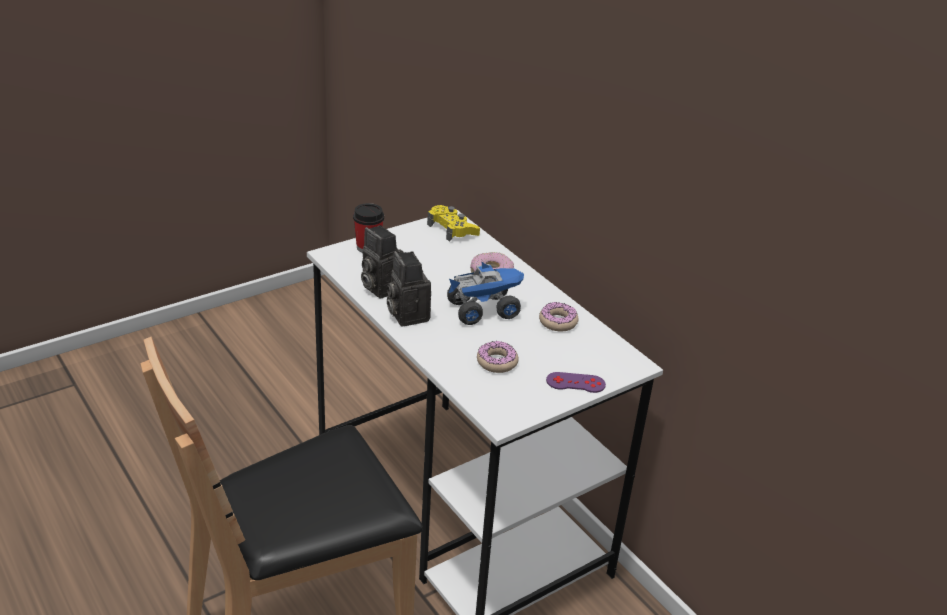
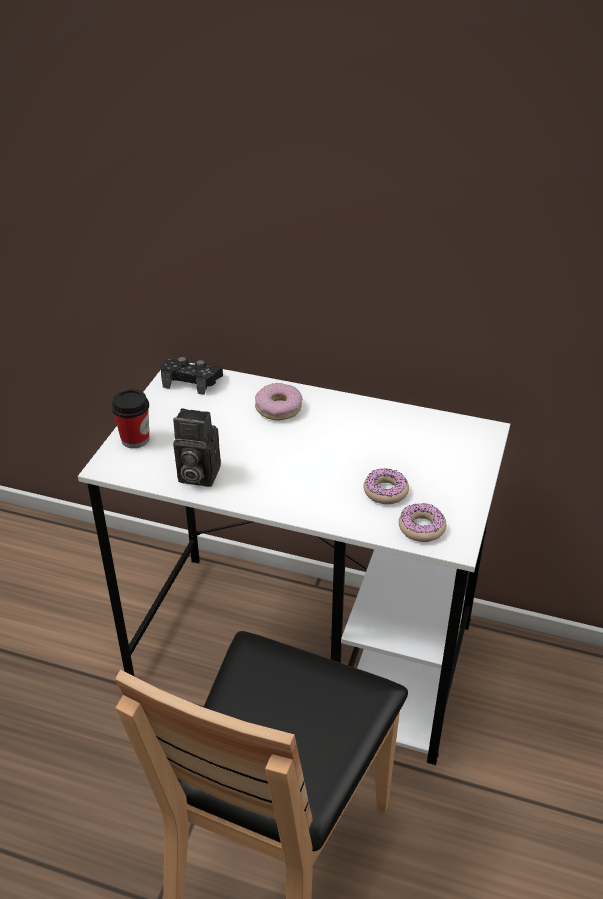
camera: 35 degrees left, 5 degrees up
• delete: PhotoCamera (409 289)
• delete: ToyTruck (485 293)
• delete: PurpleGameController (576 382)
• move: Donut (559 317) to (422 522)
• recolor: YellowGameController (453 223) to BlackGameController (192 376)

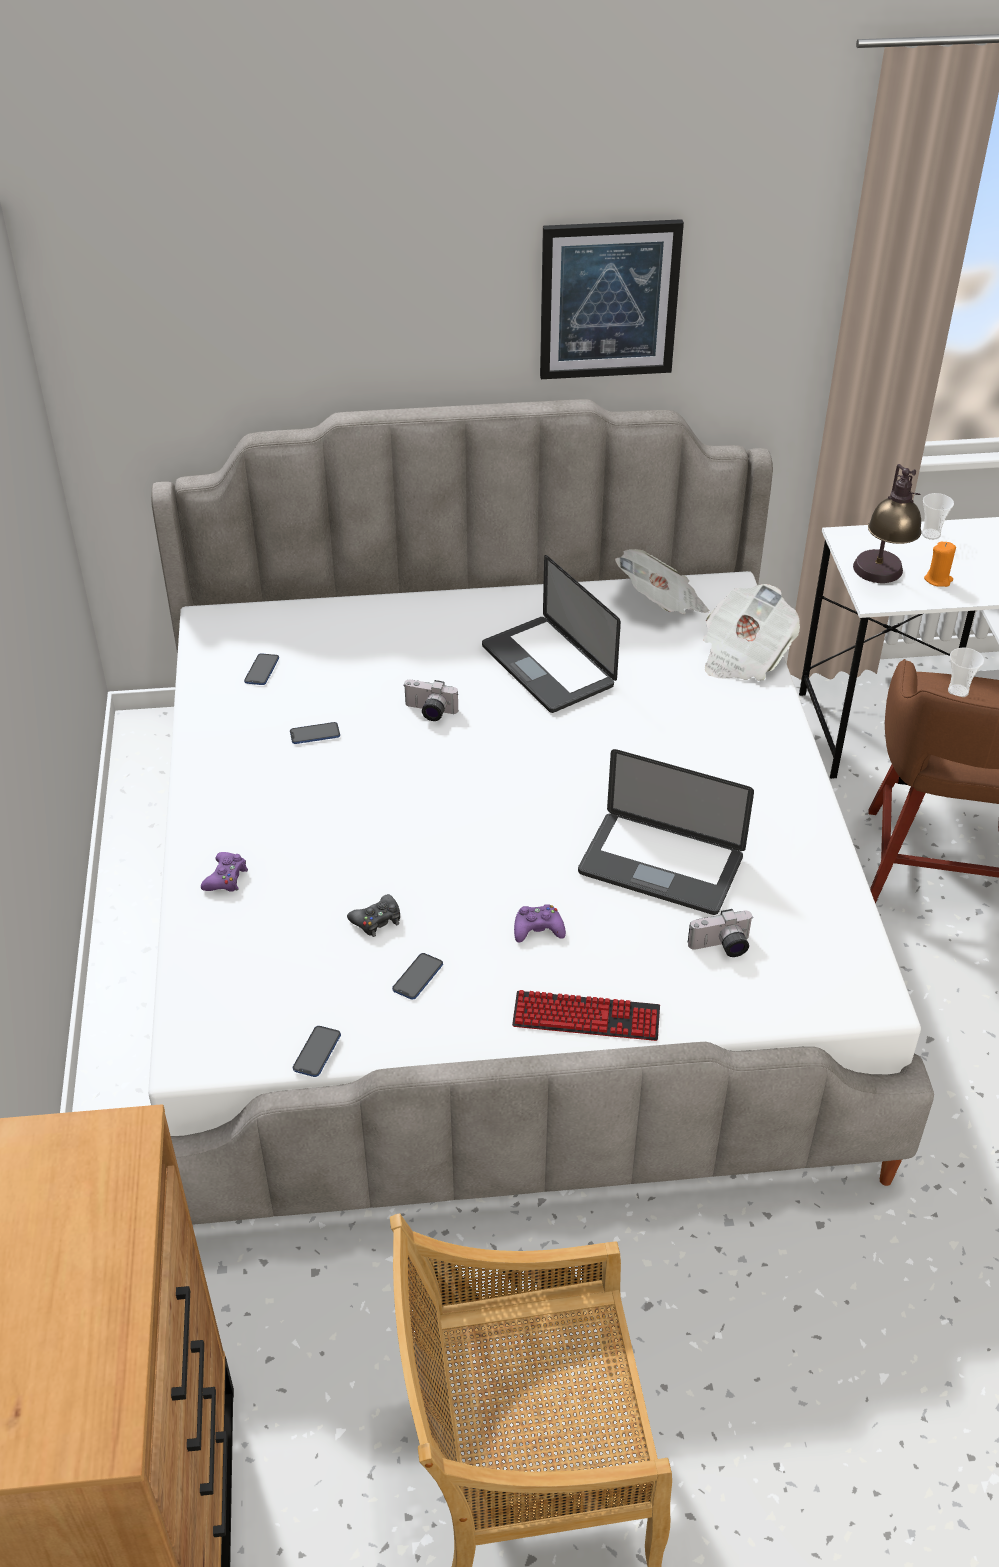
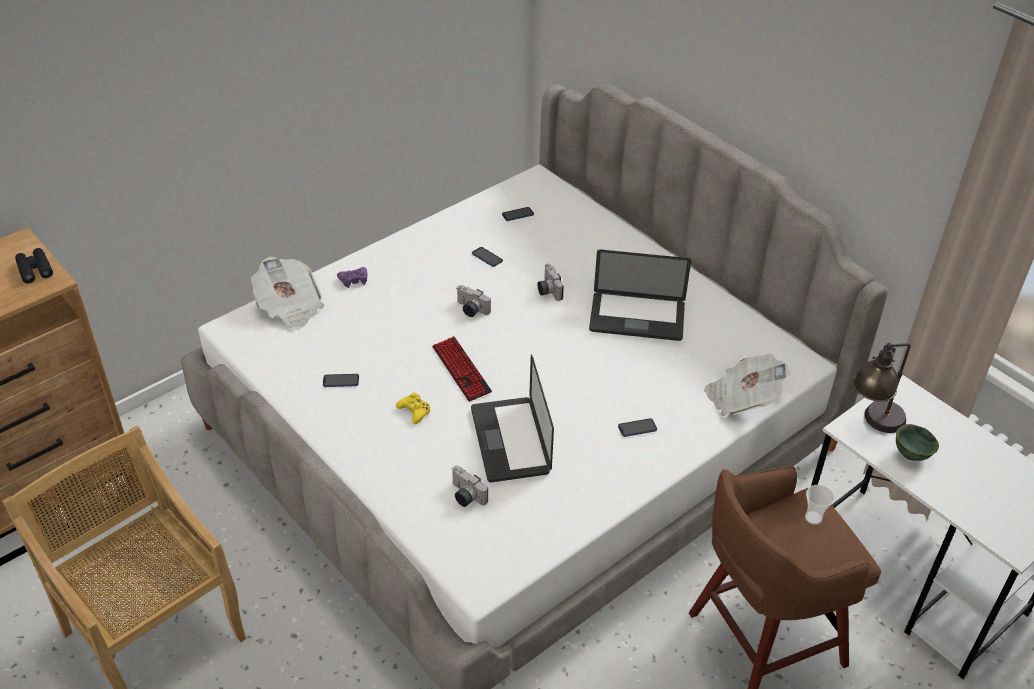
camera: 55 degrees right, 0 degrees up
• delete: BlackGameController (373 915)
• delete: Picture (612 299)
• delete: Cup (938 516)
• insert: BlackBinoculars (34 266)
• insert: PhotoCamera (474 301)
• move: Phone (317 1051) to (637 427)
• move: Keyboard (586 1015) to (462 369)
• move: Newspaper (662 582) to (287 293)
• replace: OrangeCandle (940 564) to GreenBowl (917 442)
• recolor: PurpleGameController (540 923) to YellowGameController (413 408)
• rotate: Laptop (551 634) = (640 295) 105 degrees counterclockwise

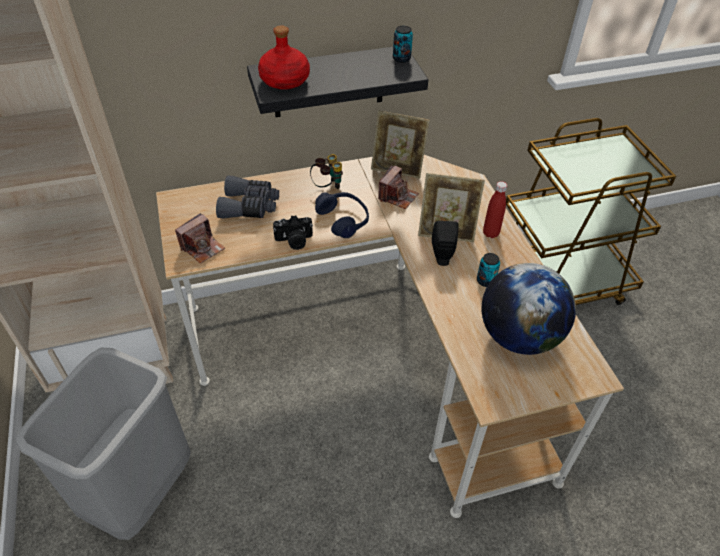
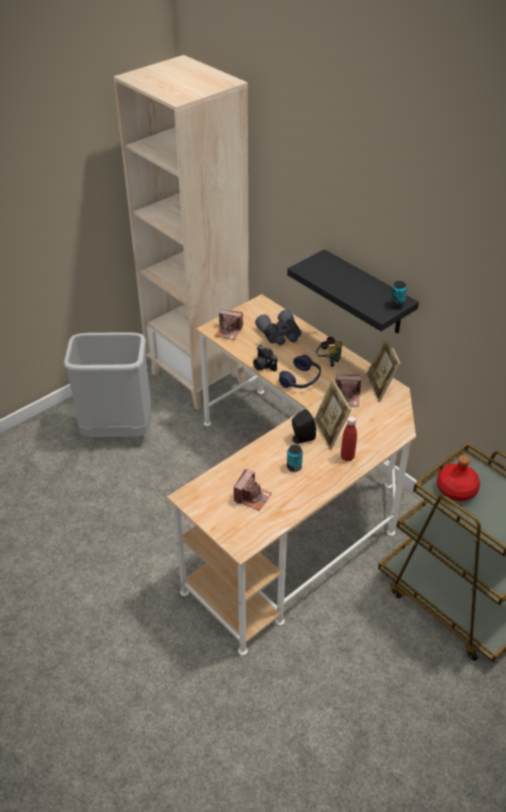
camera: 65 degrees right, 5 degrees down
• move: RedBottle (284 57) to (458 478)
• replace: Globe (529 309) to PhotoCamera (253 489)

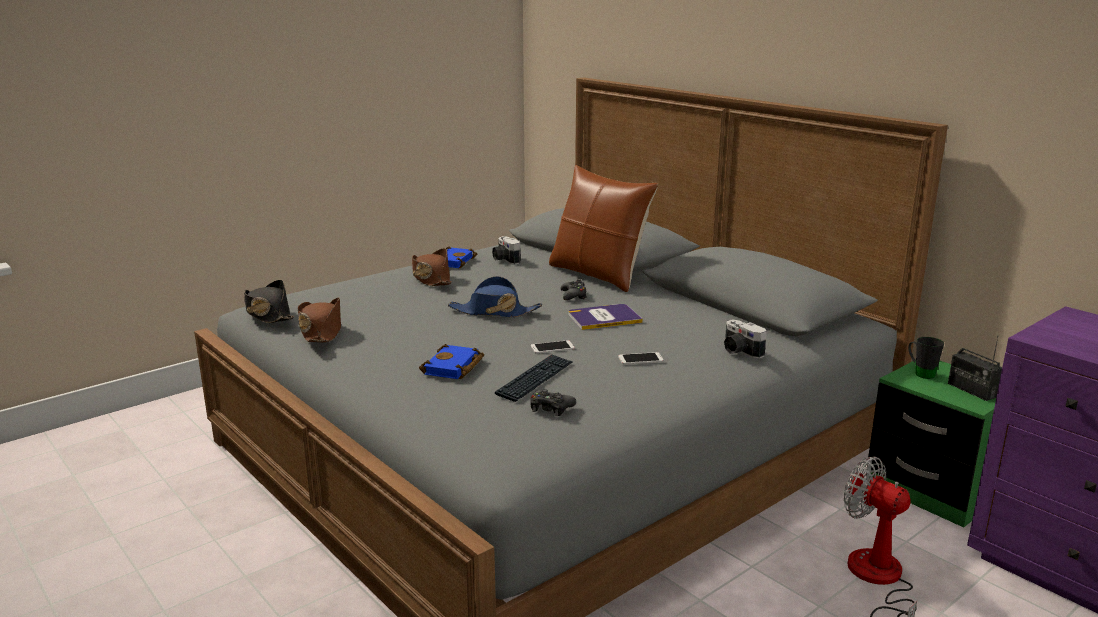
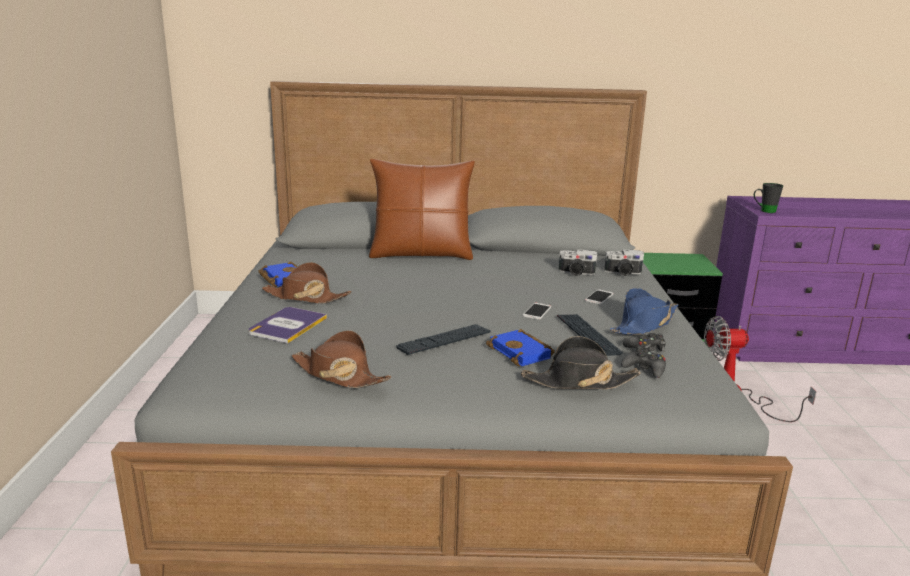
camera: 50 degrees left, 0 degrees up
• delete: Radio (975 369)
• insert: Keyboard (443 339)
• move: BlackHat (269 301) to (581 362)
• move: BlueHat (495 296) to (644 311)
• move: PhotoCamera (506 250) to (578 262)
• move: BlackGameController (574 289) to (643 362)
• move: Book (605 317) to (287 325)
• move: BlackMug (926 358) to (768 198)

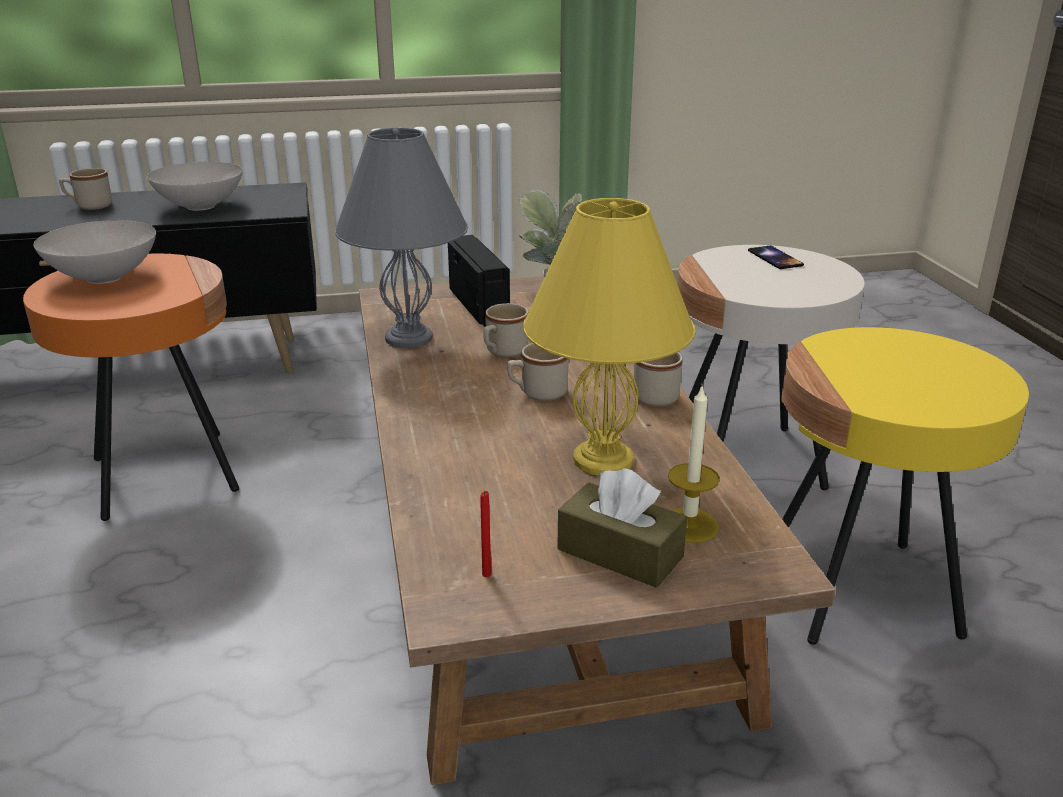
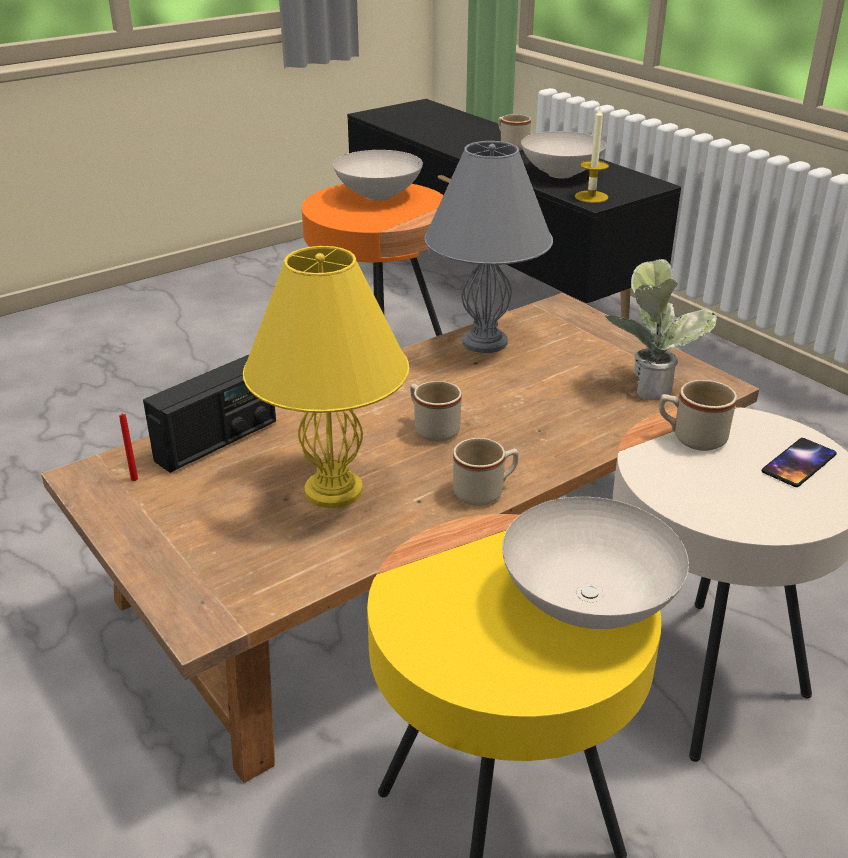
camera: 65 degrees right, 5 degrees up
• delete: BrownTissueBox (622 528)
• insert: WhiteBowl (595 563)
• move: Radio (479 281) to (209 414)
• move: BeigeMug (505 330) to (698 415)
• move: Candle (694 465) to (592 155)

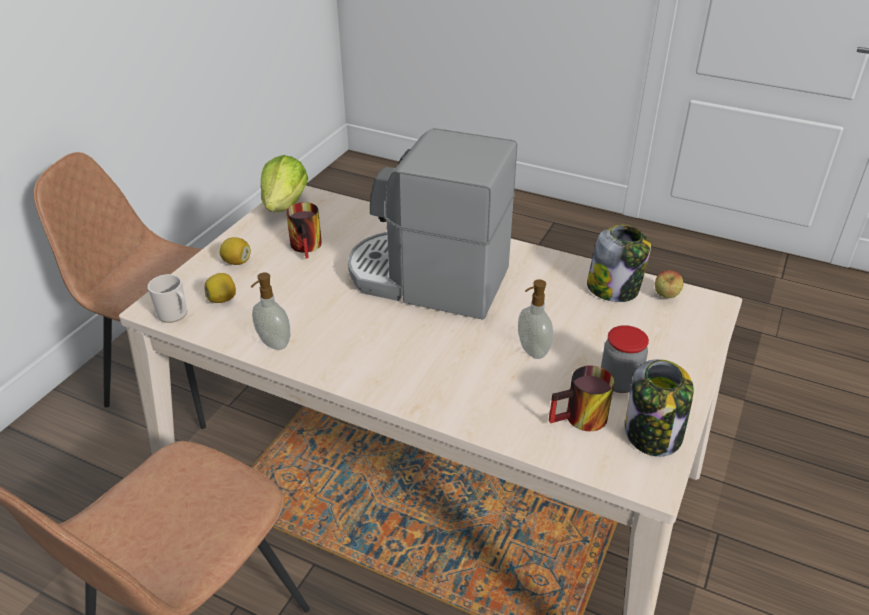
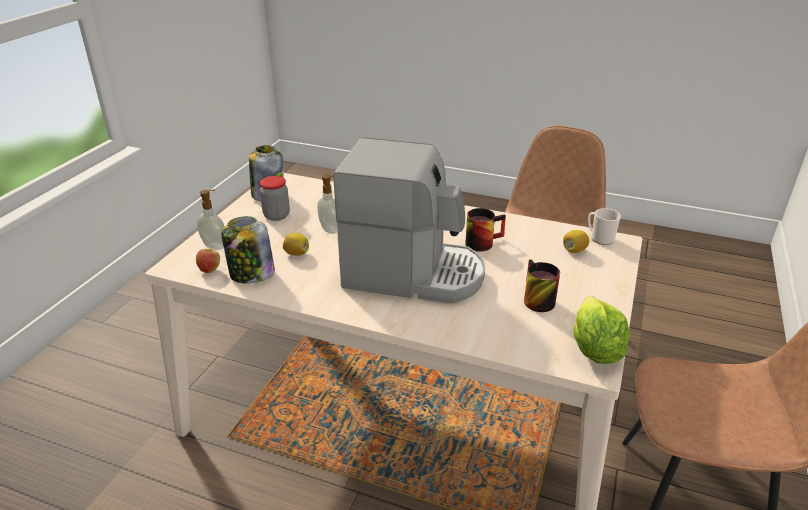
camera: 175 degrees right, 5 degrees down
• move: Lemon (235 251) to (296 244)
• move: SoapDispenser (270 311) to (211 220)
• move: Mug (581 398) to (485 229)

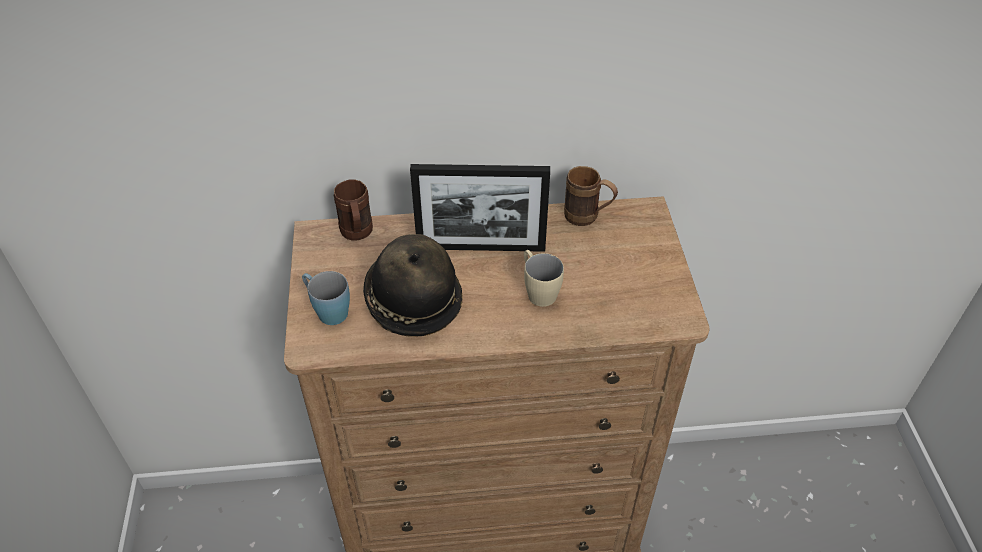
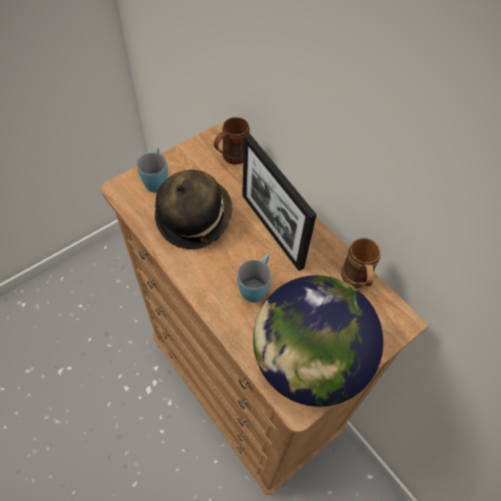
camera: 55 degrees right, 10 degrees up
• insert: Globe (318 341)
• recolor: BeigeMug (544 278) to BlueMug (254 278)

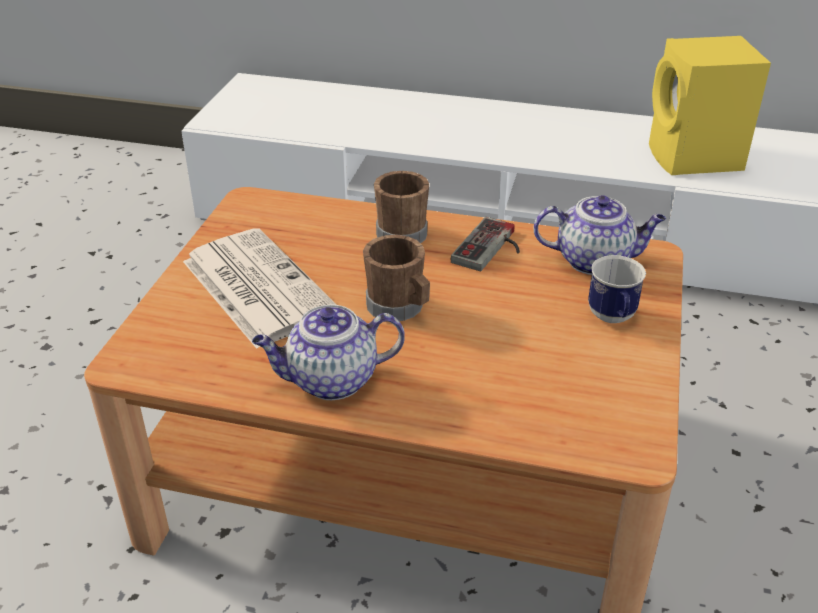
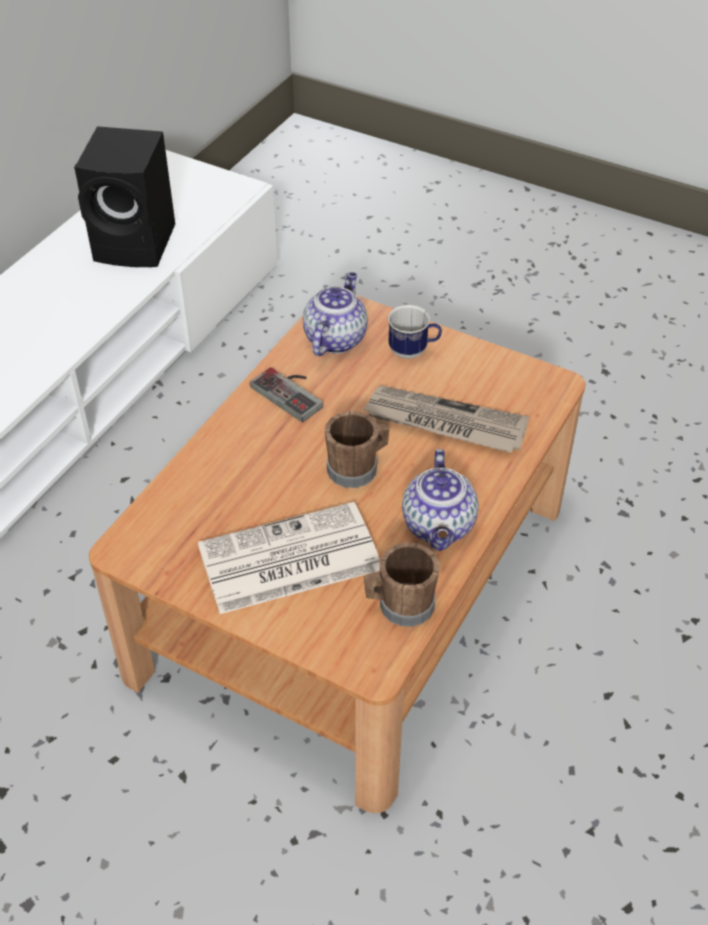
camera: 75 degrees left, 10 degrees up
• insert: Newspaper (446 419)
• move: BrownMug (401 207) to (401 584)
• recolor: YellowSpeaker (710 105) to BlackSpeaker (124 196)

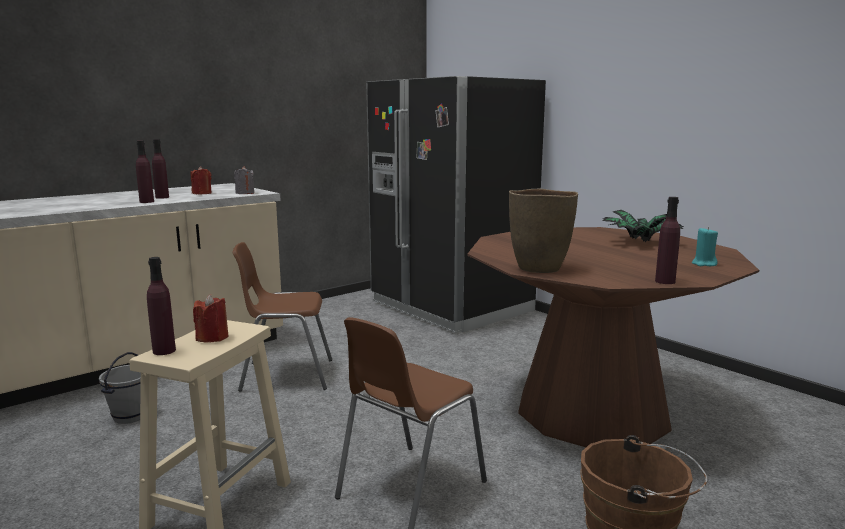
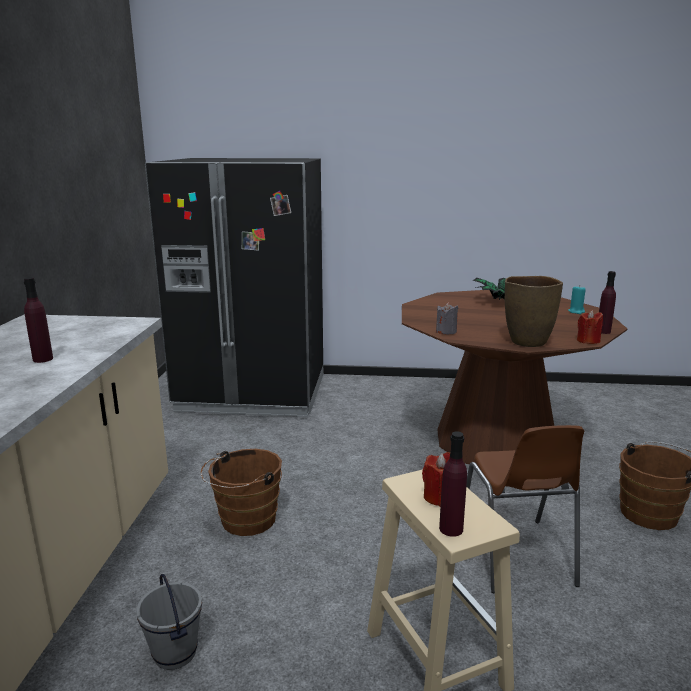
camera: 45 degrees left, 5 degrees up
• delete: PurpleBottle (145 172)
• move: RedCandle (201 180) to (590 327)
• move: GreyCandle (244 180) to (447 318)
• replace: BrownChair (282 317) to BrownBucket (241 492)

